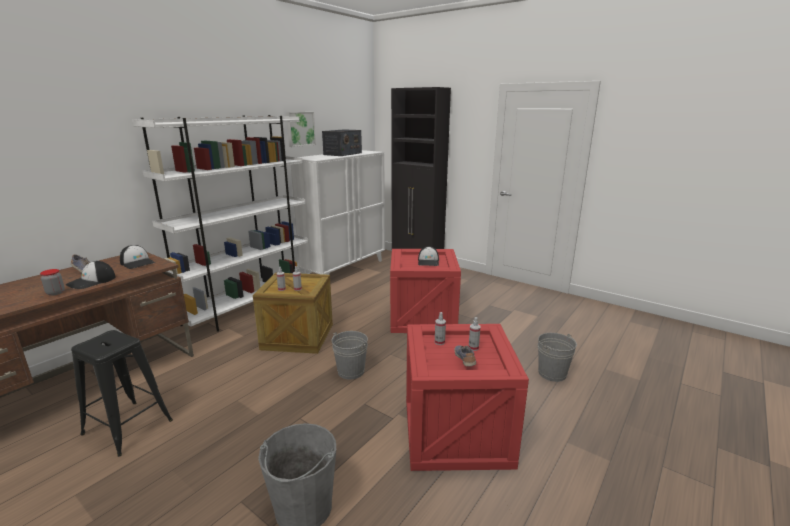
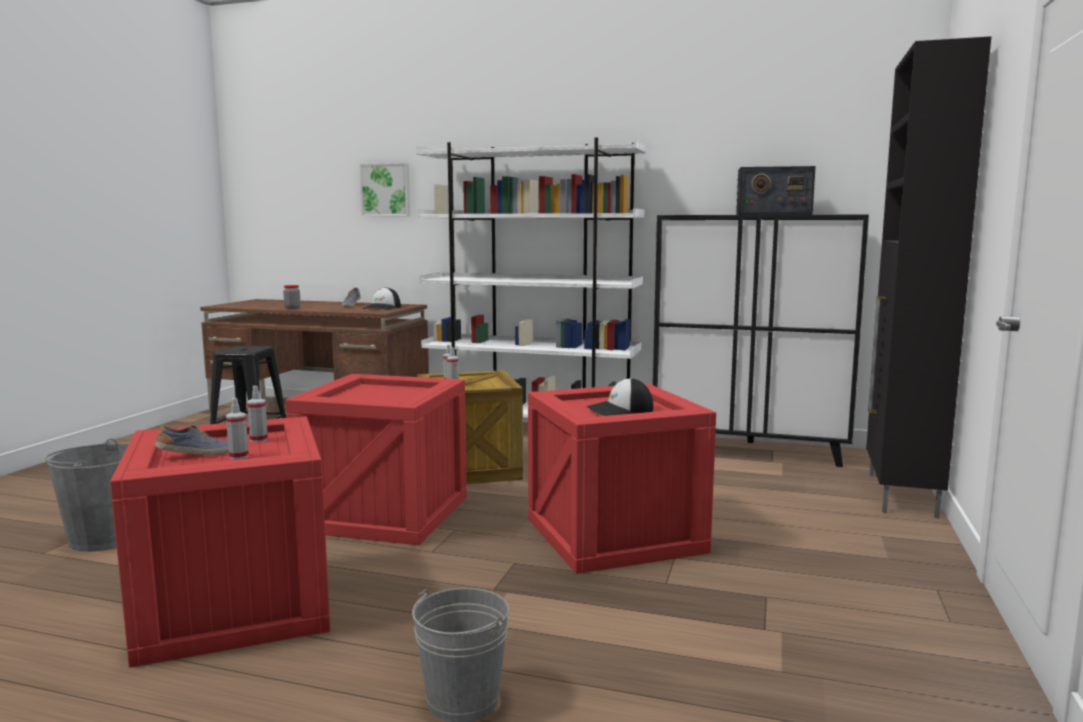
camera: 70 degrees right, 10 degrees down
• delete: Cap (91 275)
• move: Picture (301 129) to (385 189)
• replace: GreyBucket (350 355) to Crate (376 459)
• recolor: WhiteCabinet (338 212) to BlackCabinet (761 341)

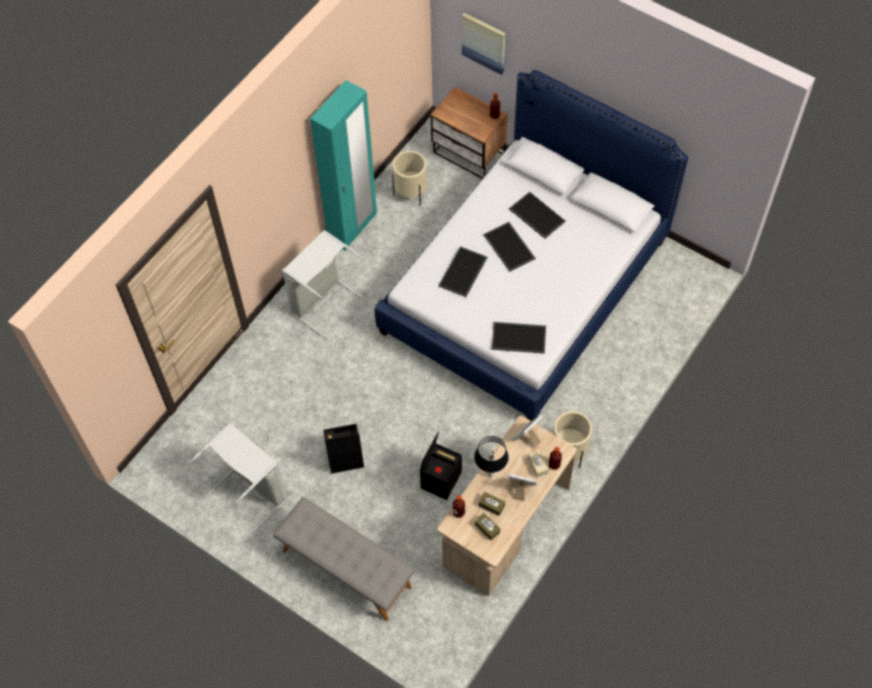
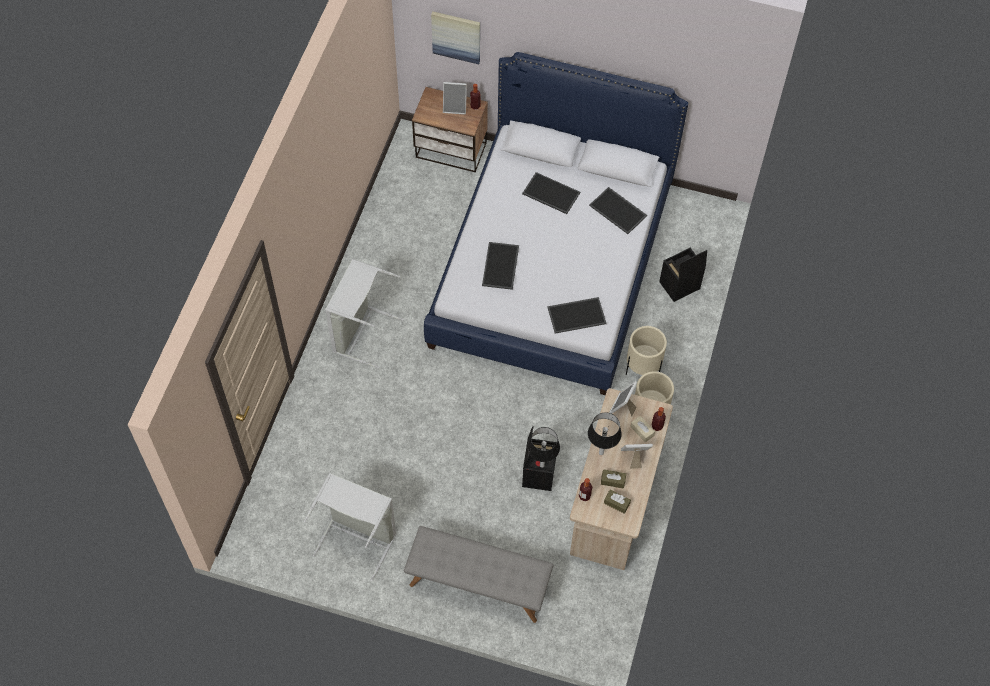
camera: 20 degrees left, 0 degrees up
• delete: TurquoiseWardrobe (343 165)
• insert: PictureFrame (455 98)
• insert: TableLamp (544 447)
• move: BlackStorageBox (343 449) to (683 275)
• move: BeigePlanter (409 178) to (646 350)
• move: Tray (510 247) to (618 210)

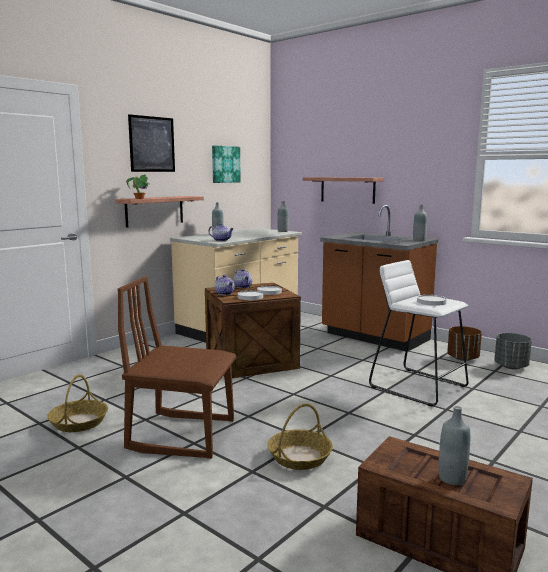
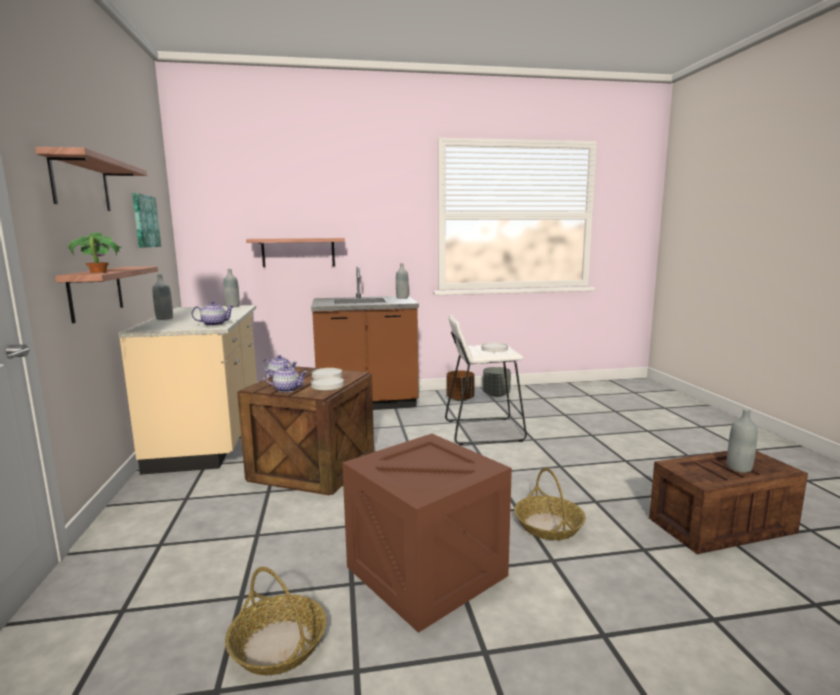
camera: 50 degrees left, 0 degrees up
• replace: BrownChair (177 367) to Crate (427 533)
• replace: Picture (151 143) to Shelf (91 179)

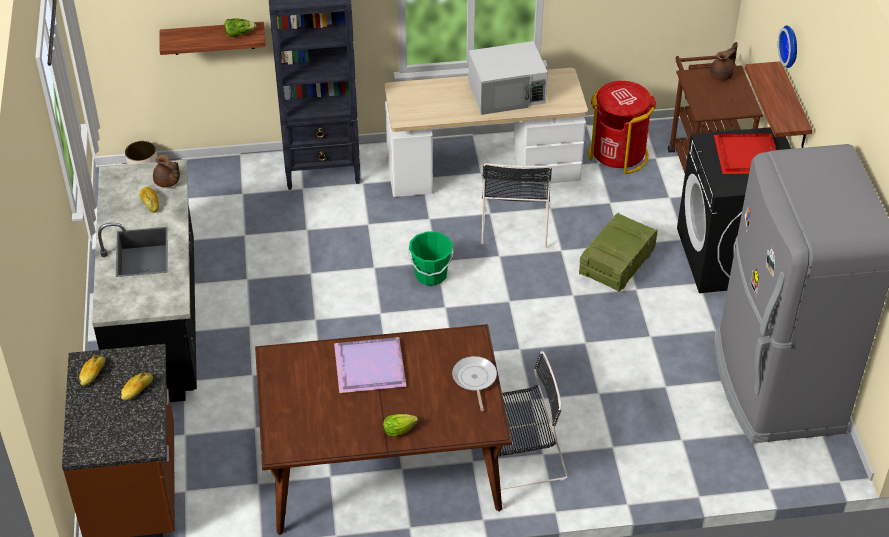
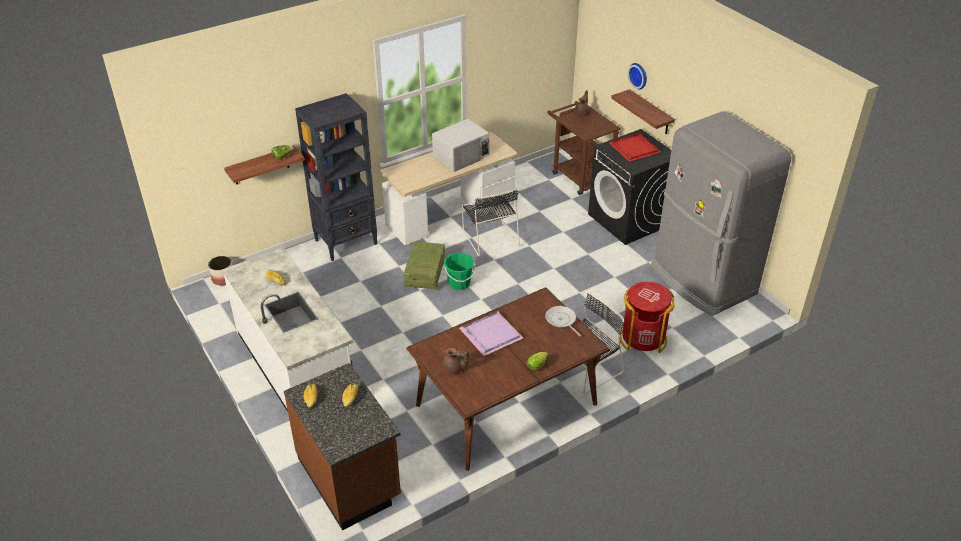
camera: 25 degrees left, 5 degrees down
• move: BrownTeapot (166 171) to (455 361)
• move: Crate (618 252) to (424 265)
• move: RedTrashCan (622 127) to (647 317)
• recolor: BlackCounter (144 281) to WhiteCounter (287 330)

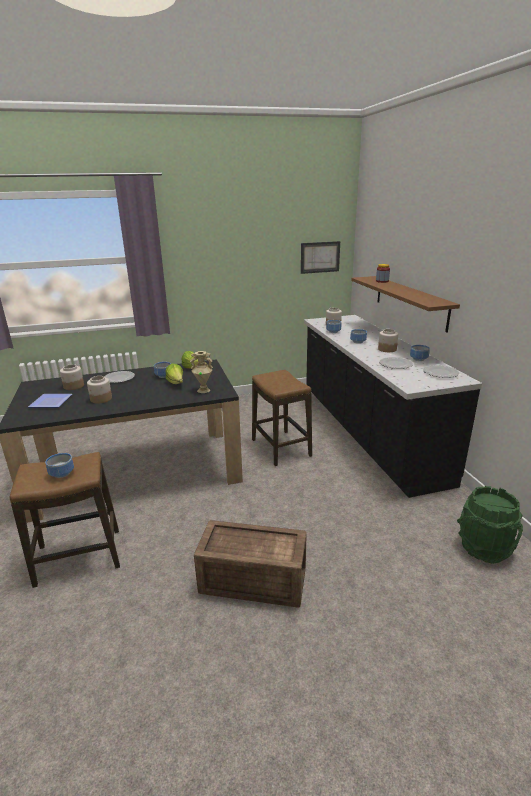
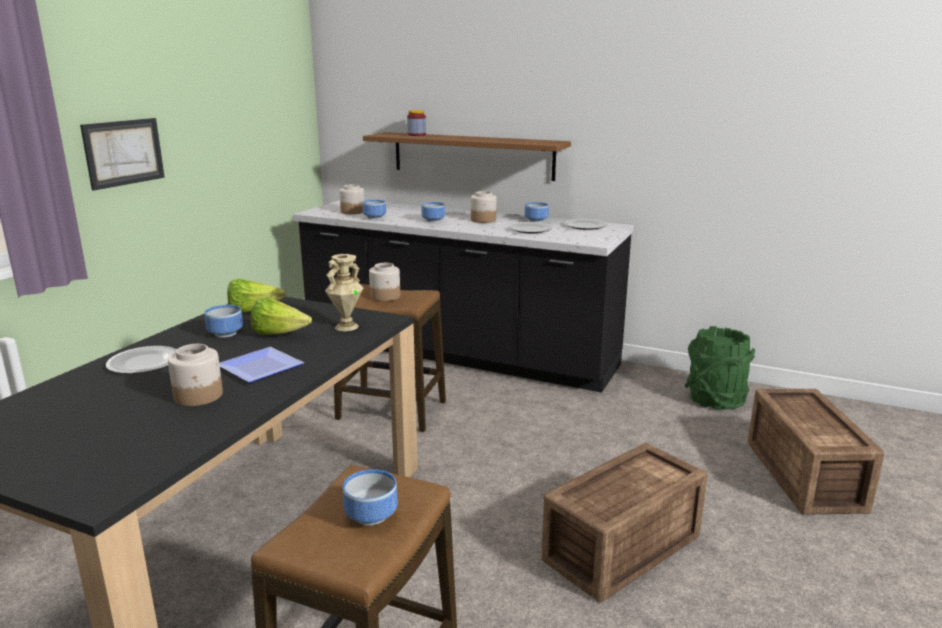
camera: 50 degrees left, 5 degrees down
• insert: Crate (816 451)
• move: Plate (50 400) to (261 365)
• move: Jar (72 377) to (384 282)
• move: Picture (320 257) to (122 154)

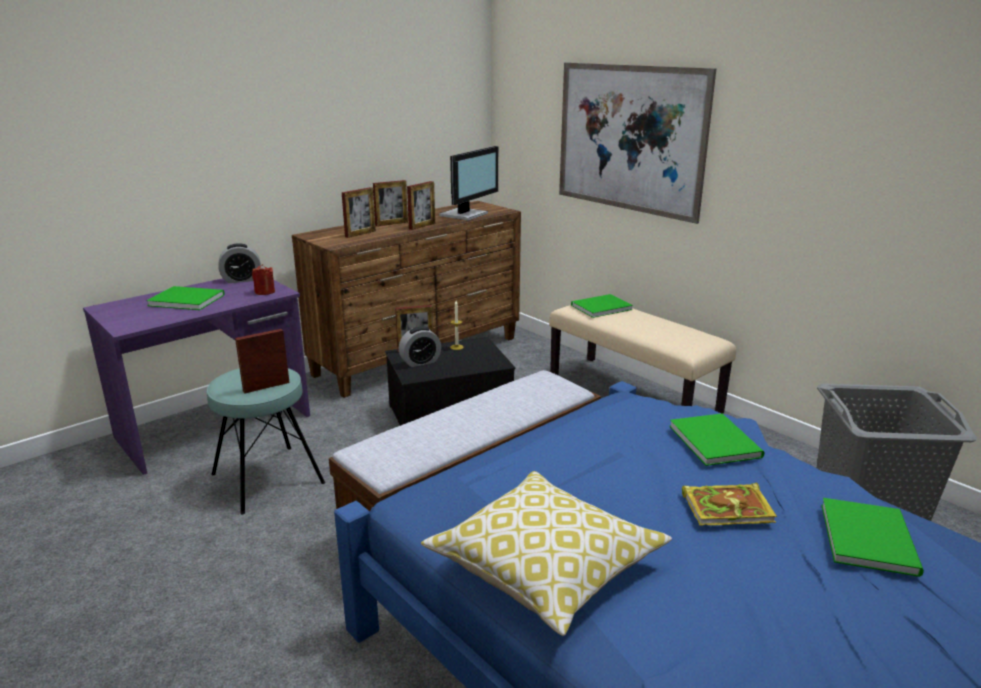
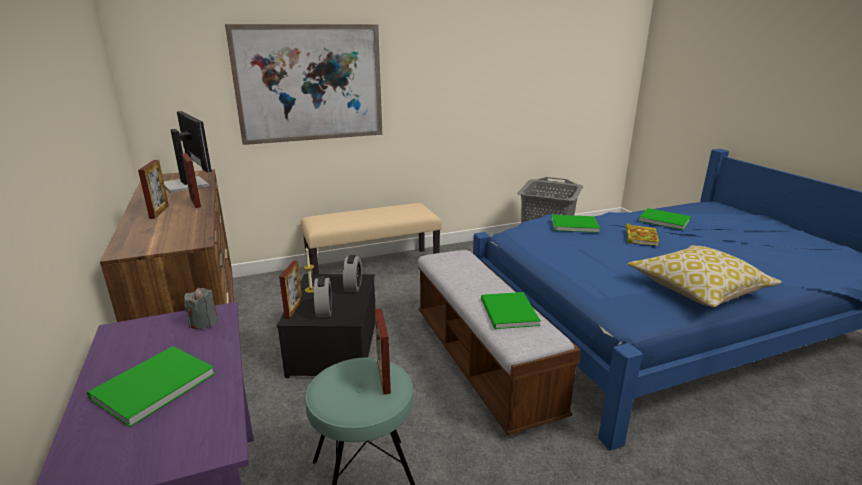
camera: 70 degrees left, 0 degrees up
• delete: PictureFrame (359 212)
• move: AlarmClock (240 263) to (352 273)
• move: GreenBook (602 306) to (511 310)
• recolor: RedCandle (263 279) to GreyCandle (201 308)

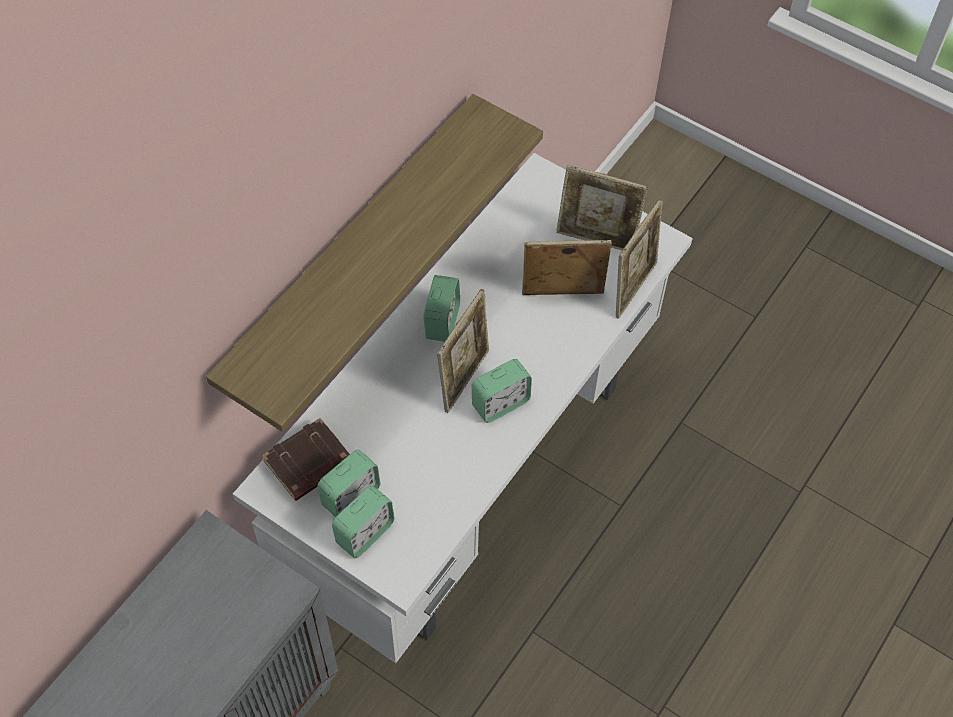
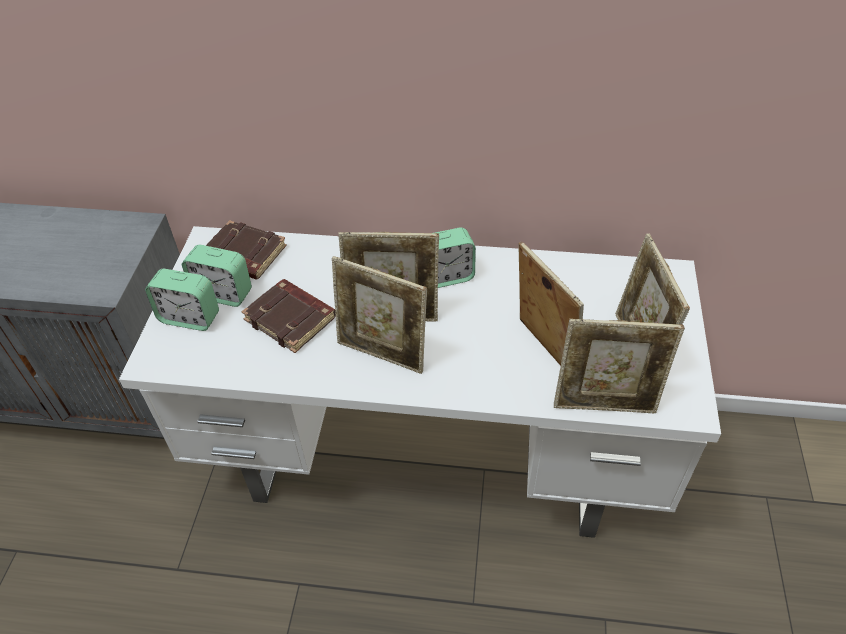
camera: 65 degrees right, 10 degrees down
• delete: Shelf (374 263)
• insert: BrownBook (288 316)
• replace: AlarmClock (502 391) to PictureFrame (379 315)

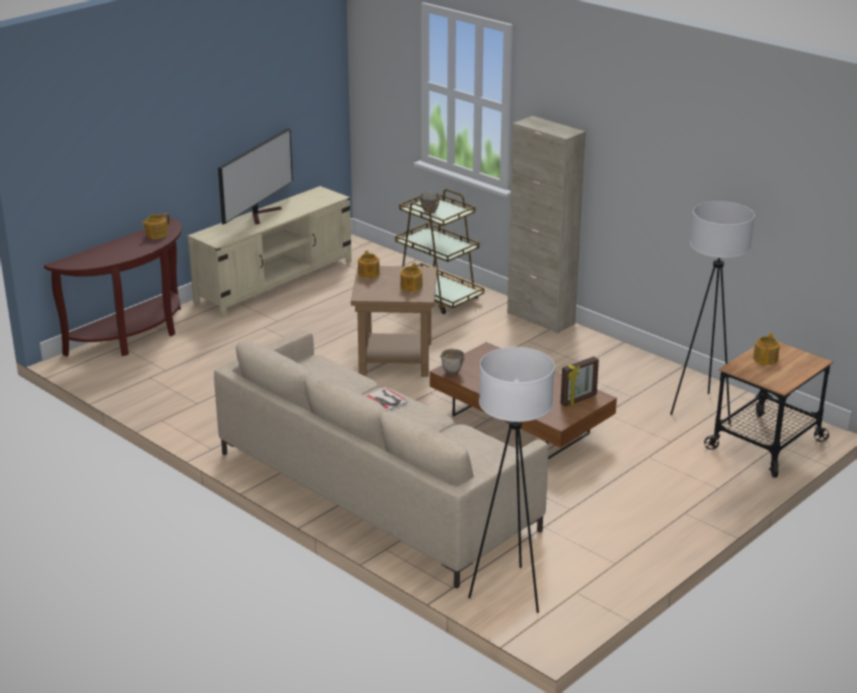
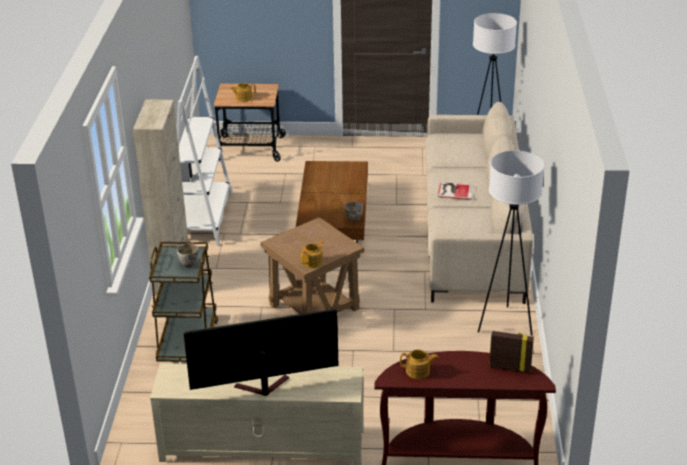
camera: 130 degrees left, 5 degrees up
• delete: Teapot (411 277)
• insert: WhiteBookcase (204 150)
• move: PictureFrame (579 382) to (511 352)
• move: WhiteFloorLamp (712 313) to (511 243)

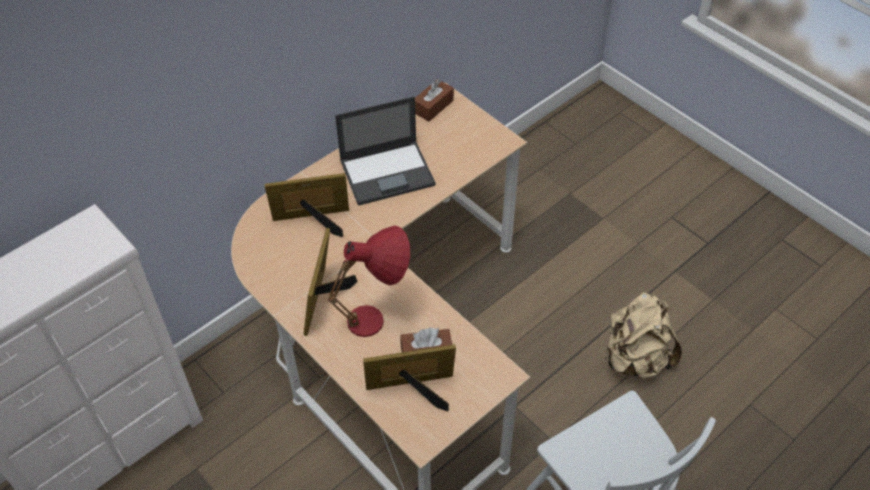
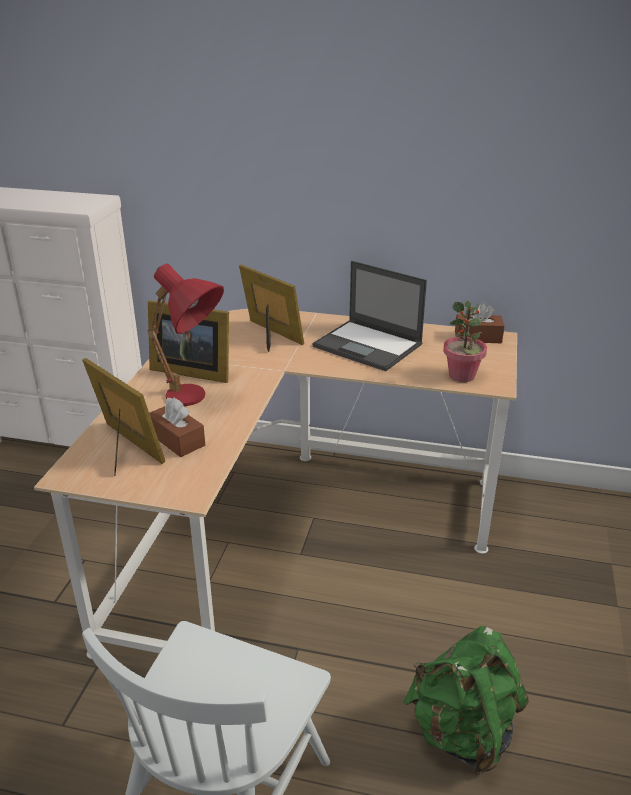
camera: 55 degrees right, 20 degrees down
• insert: PottedPlant (465 341)
• recolor: BeigeBackpack (643 336) to GreenBackpack (466 700)
• rotate: PictureFrame (330 282) = (188 341) 135 degrees counterclockwise

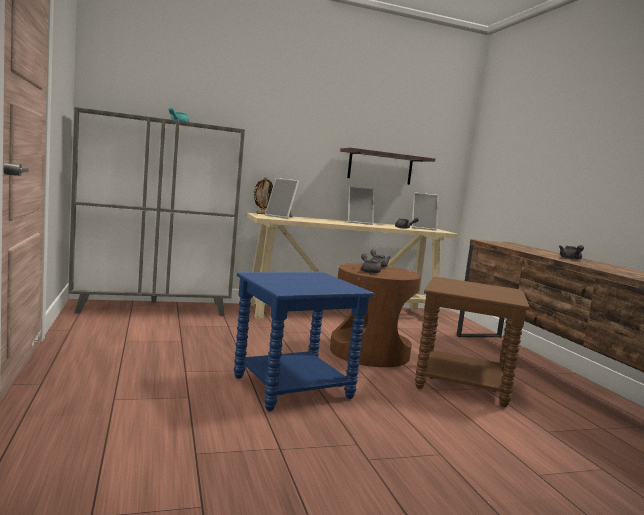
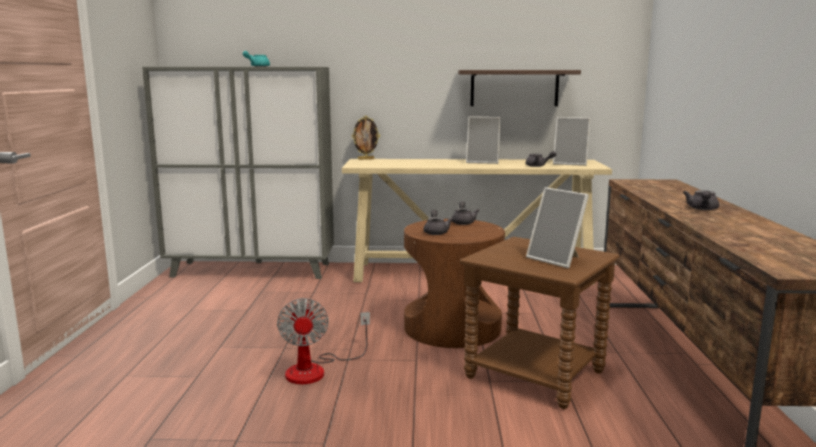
camera: 20 degrees right, 5 degrees up
• move: PictureFrame (282 198) to (557 227)
• replace: BlueSideTable (304 341) to Fan (323 341)

